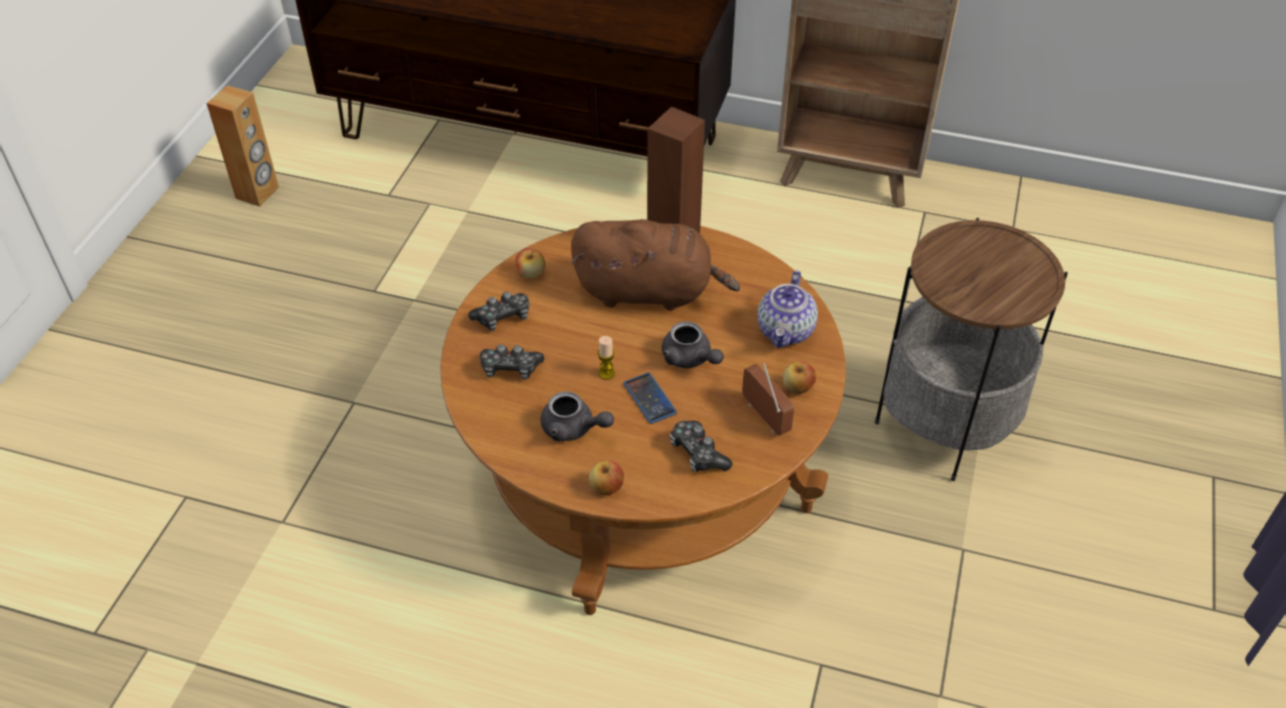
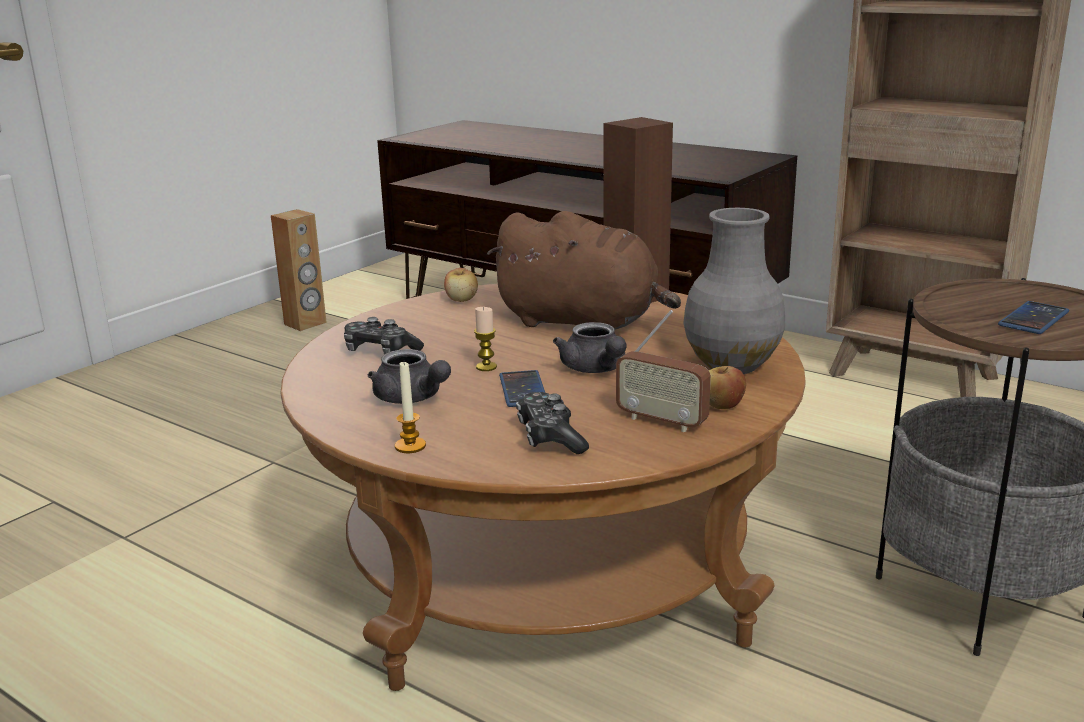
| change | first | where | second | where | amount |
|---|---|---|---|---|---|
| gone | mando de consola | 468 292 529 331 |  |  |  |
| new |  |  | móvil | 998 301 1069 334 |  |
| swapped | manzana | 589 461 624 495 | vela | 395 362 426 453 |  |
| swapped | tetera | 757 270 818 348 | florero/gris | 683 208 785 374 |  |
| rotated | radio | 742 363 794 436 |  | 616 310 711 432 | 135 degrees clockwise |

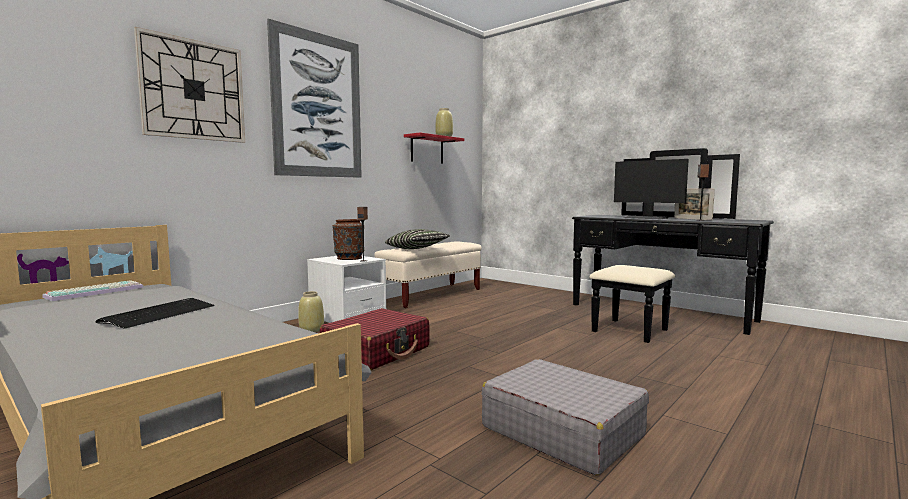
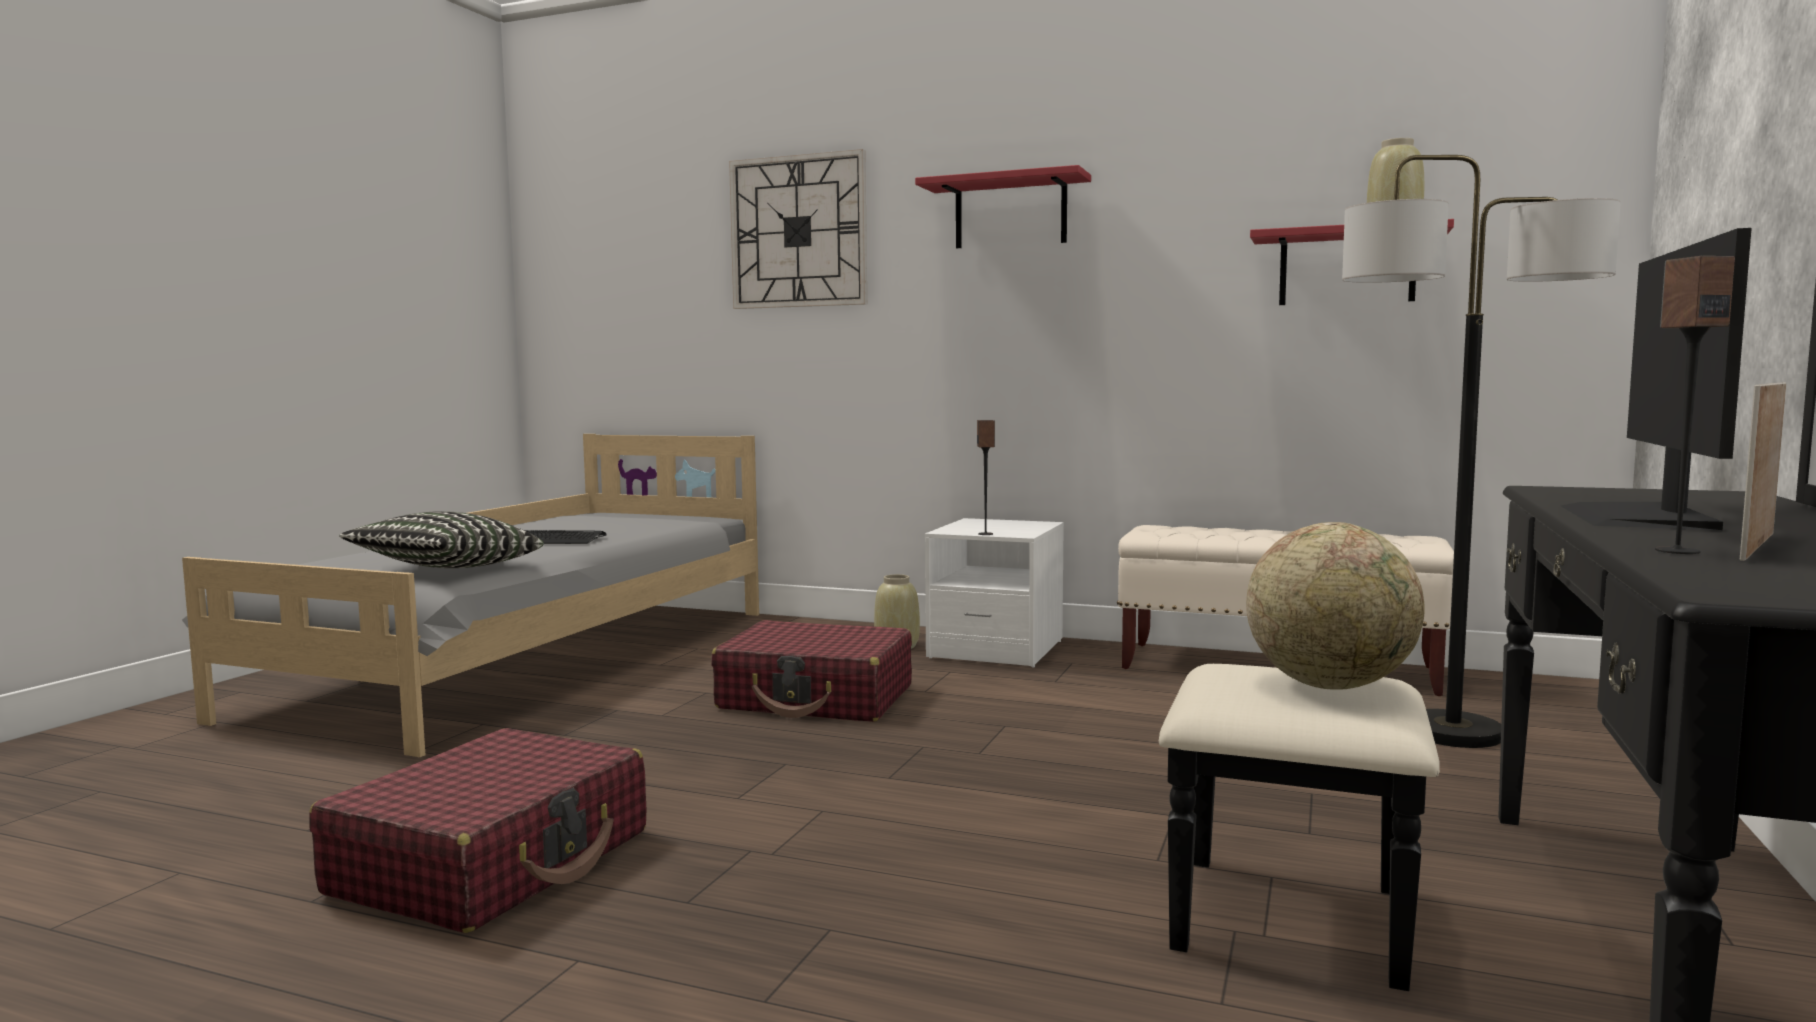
| change | first | where | second | where | amount |
|---|---|---|---|---|---|
| gone | teclado | 42 280 144 301 |  |  |  |
| gone | florero/marrón | 332 219 363 260 |  |  |  |
| new |  |  | globo terráqueo | 1246 522 1425 690 |  |
| new |  |  | lámpara de pie | 1342 155 1621 748 |  |
| shifted | cojín | 385 229 450 249 |  | 339 511 544 568 |  |
| swapped | cuadro | 267 18 362 178 | estante/rojo | 915 165 1091 248 |  |
| repainted | maleta/gris | 482 359 649 475 | maleta/rojo | 309 728 646 933 |  |

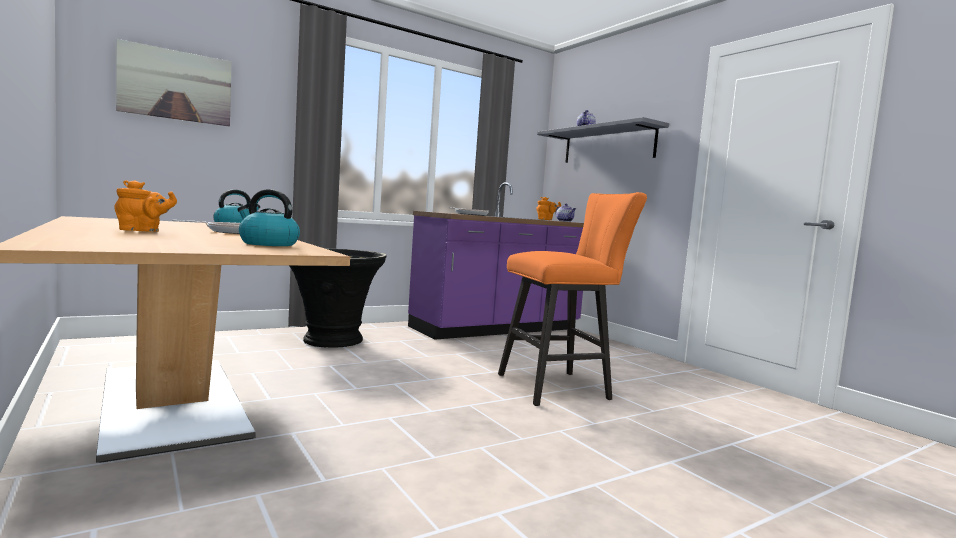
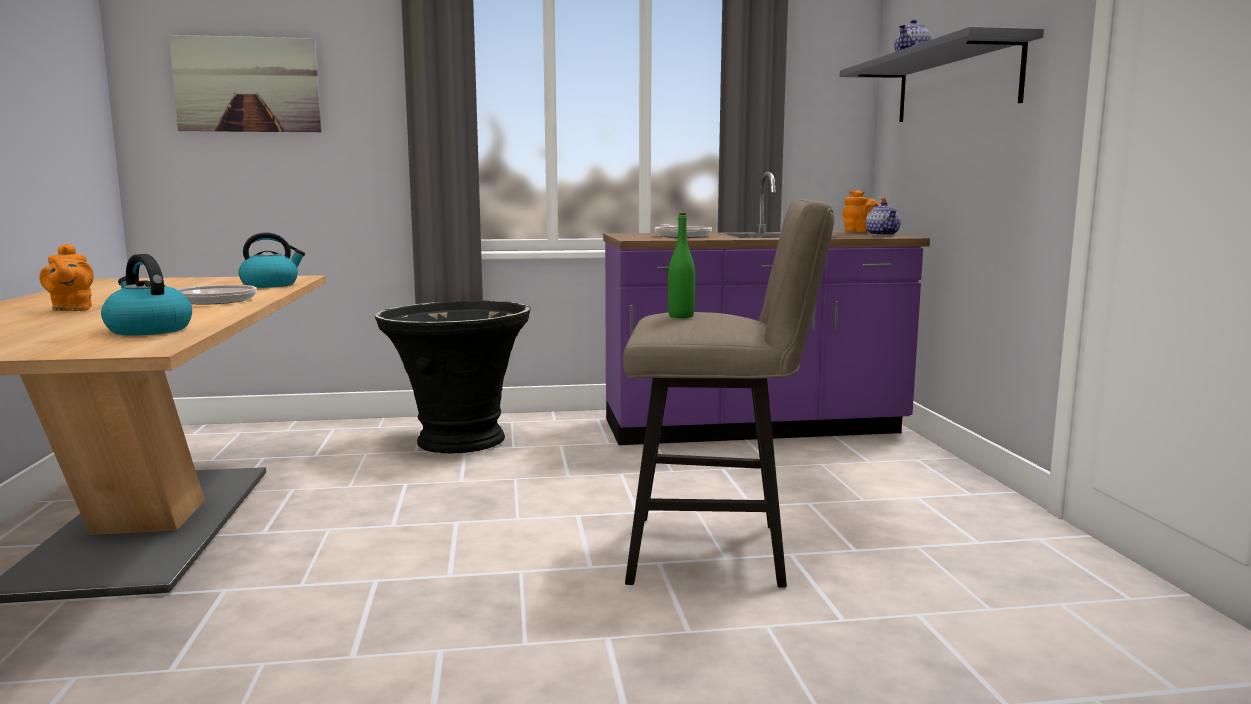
| change | first | where | second | where | amount |
|---|---|---|---|---|---|
| new |  |  | botella/verde | 668 213 695 318 |  |
| repainted | taburete/naranja | 498 192 647 406 | taburete/beis | 623 198 834 587 |  |
| rotated | tetera/naranja | 114 180 177 232 |  | 39 244 94 311 | 60 degrees clockwise |

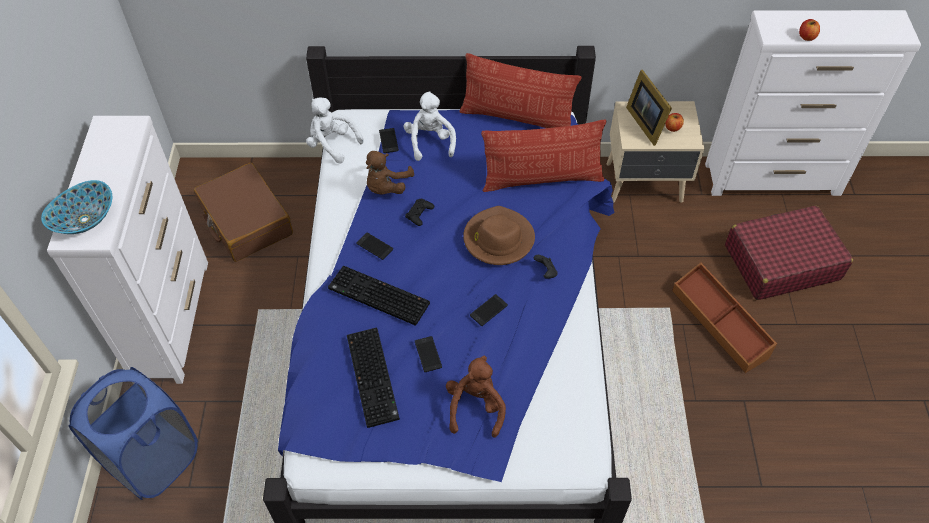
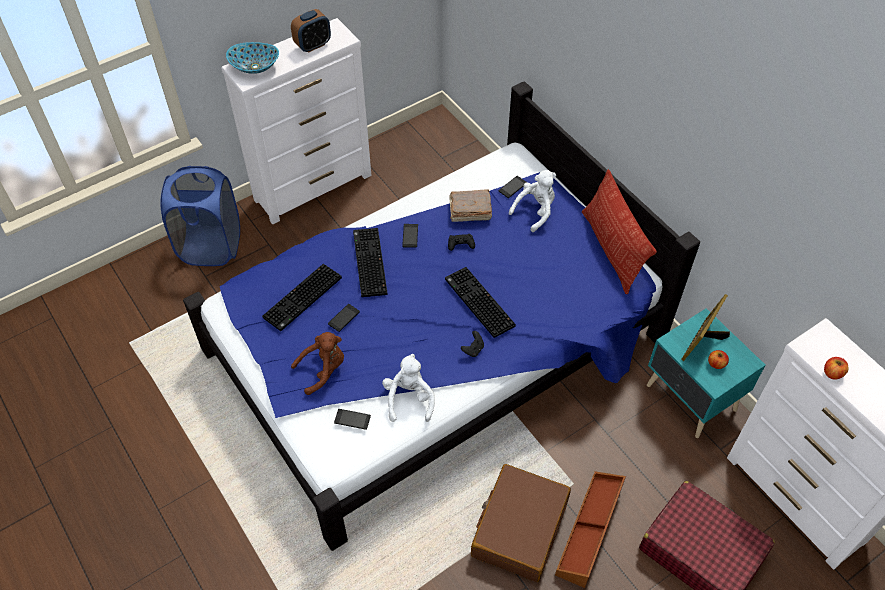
| change | first | where | second | where | amount |
|---|---|---|---|---|---|
| gone | cojín | 481 120 606 192 |  |  |  |
| new |  |  | despertador | 291 9 331 53 |  |
| shifted | maleta/marrón | 194 163 293 262 |  | 471 464 571 582 |  |
| shifted | peluche/blanco | 306 97 364 163 |  | 382 353 435 422 |  |
| shifted | móvil | 470 294 508 326 |  | 334 409 371 430 |  |
| swapped | peluche/marrón | 366 151 414 195 | libro/marrón | 449 189 492 222 |  |
| swapped | sombrero/marrón | 463 206 535 265 | teclado | 445 267 516 338 |  |
| repainted | mesita de noche/beis | 606 101 705 203 | mesita de noche/turquesa | 647 308 765 438 |  |

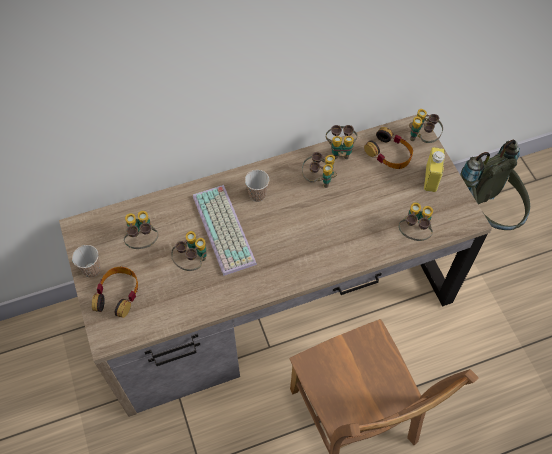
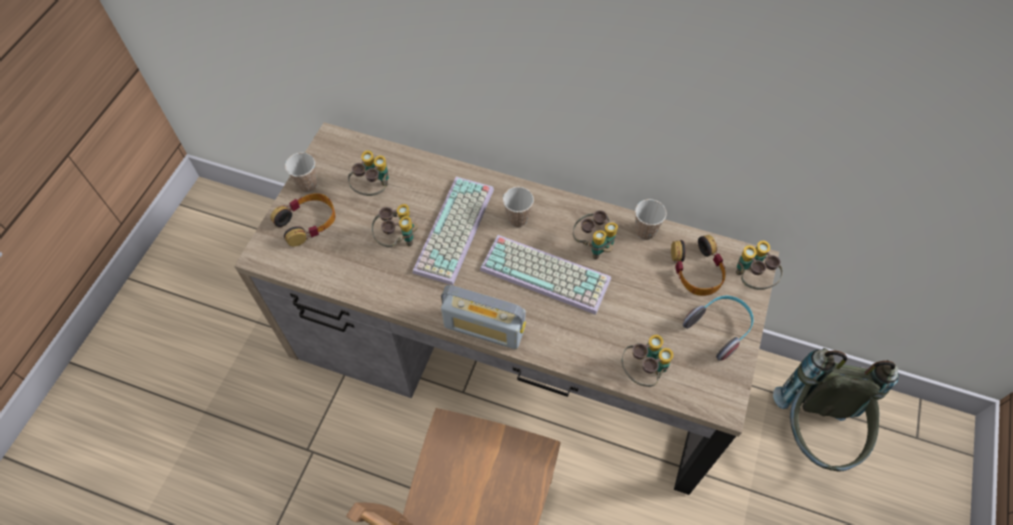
| change | first | where | second | where | amount |
|---|---|---|---|---|---|
| new |  |  | radio | 441 285 526 349 |  |
| new |  |  | teclado | 480 235 611 315 |  |
| swapped | prismáticos | 326 125 357 159 | taza | 635 199 667 240 |  |
| swapped | botella/amarillo | 424 147 445 192 | auriculares | 683 296 754 361 |  |

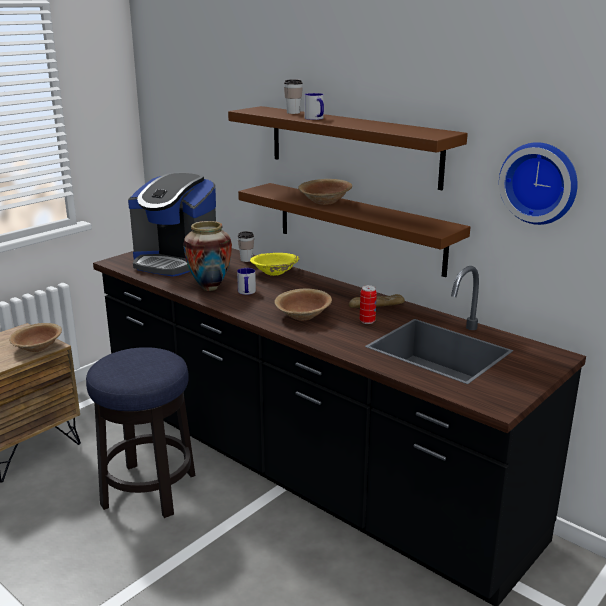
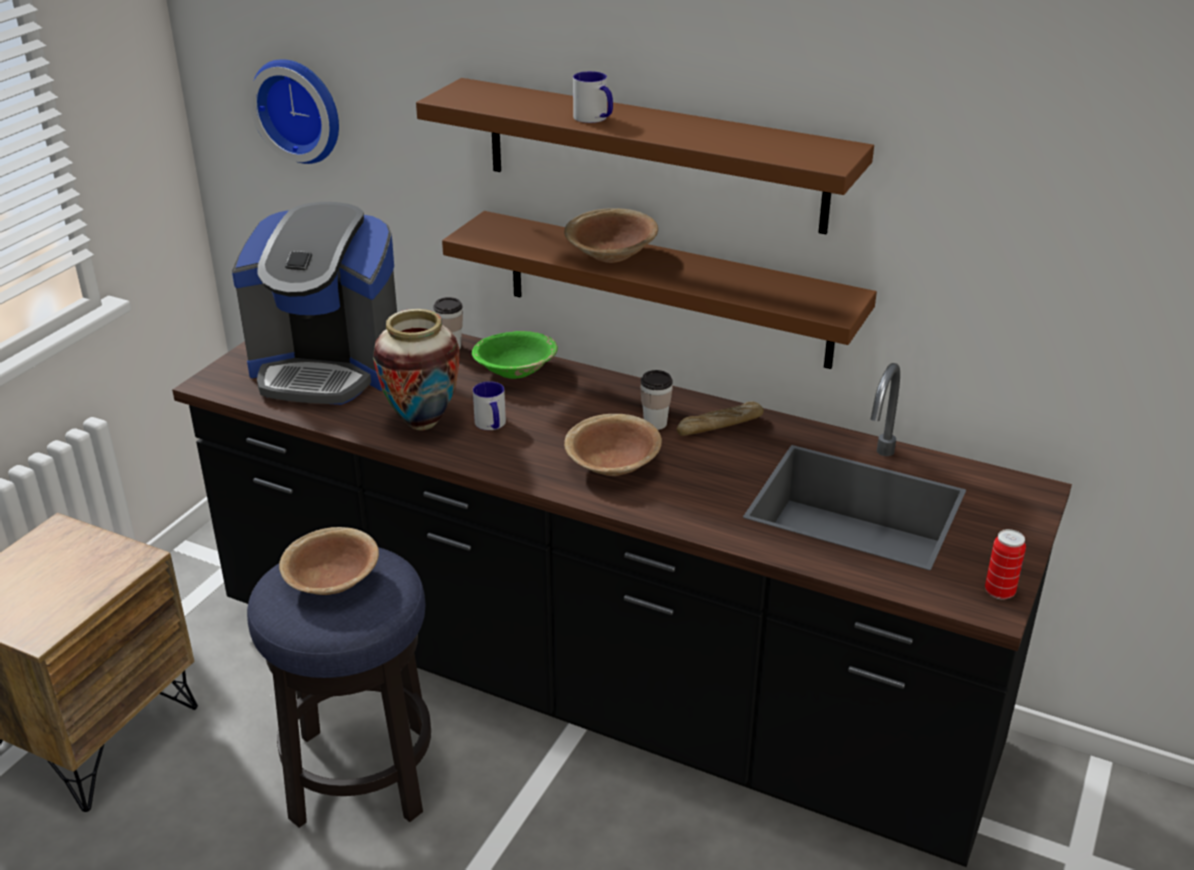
| change | first | where | second | where | amount |
|---|---|---|---|---|---|
| shifted | cuenco/marrón | 9 323 62 352 |  | 279 527 379 595 |  |
| shifted | taza | 284 80 303 114 |  | 640 370 673 430 |  |
| shifted | lata | 360 285 377 324 |  | 985 529 1026 600 |  |
| shifted | reloj de pared | 499 142 578 225 |  | 249 59 339 164 |  |
| repainted | cuenco/amarillo | 250 253 299 276 | cuenco/verde | 472 331 558 379 |  |

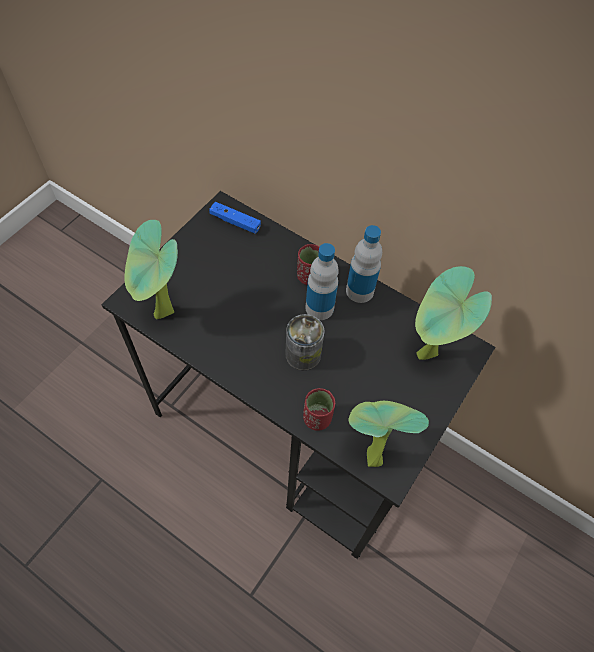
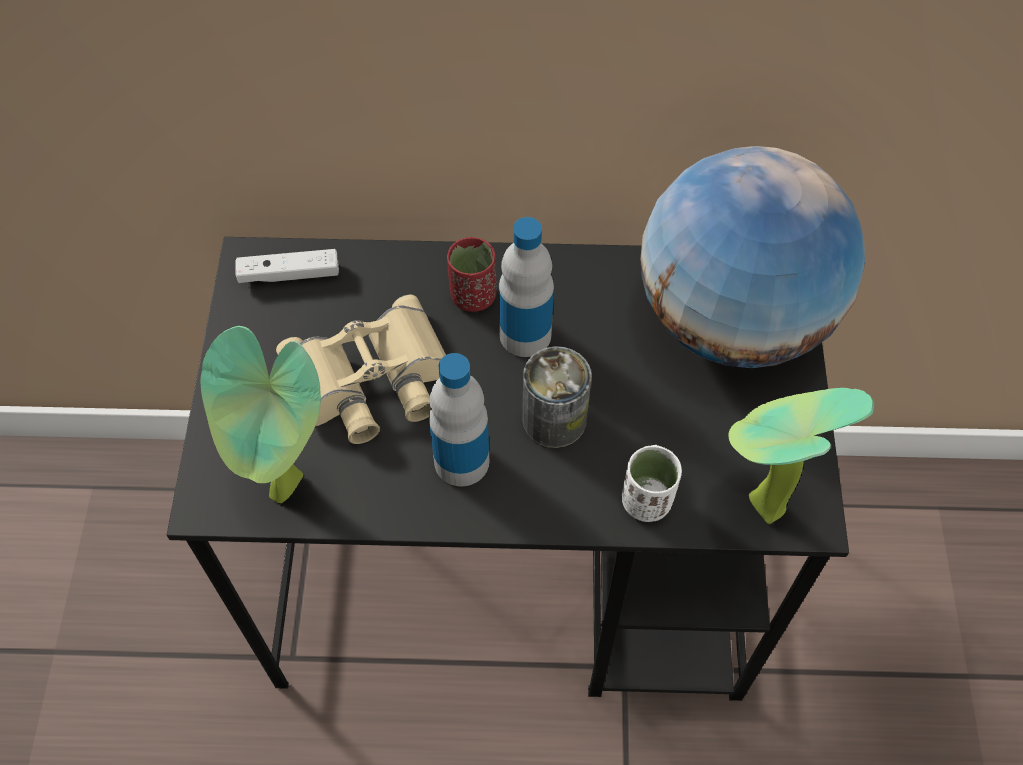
| change | first | where | second | where | amount |
|---|---|---|---|---|---|
| new |  |  | prismáticos/beis | 276 295 446 444 |  |
| shifted | botella | 346 225 382 303 |  | 429 353 489 487 |  |
| swapped | planta en maceta | 415 266 492 360 | globo terráqueo | 641 146 865 368 |  |
| repainted | mando de consola/azul | 209 202 261 234 | mando de consola/blanco | 235 249 339 283 |  |
| repainted | taza/rojo | 303 388 335 431 | taza/blanco | 622 445 682 522 |  |

